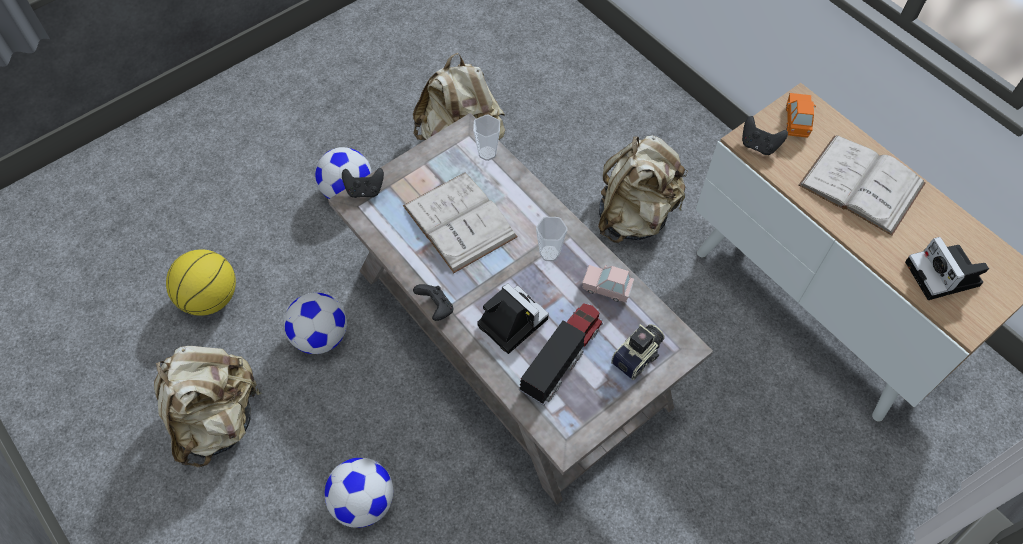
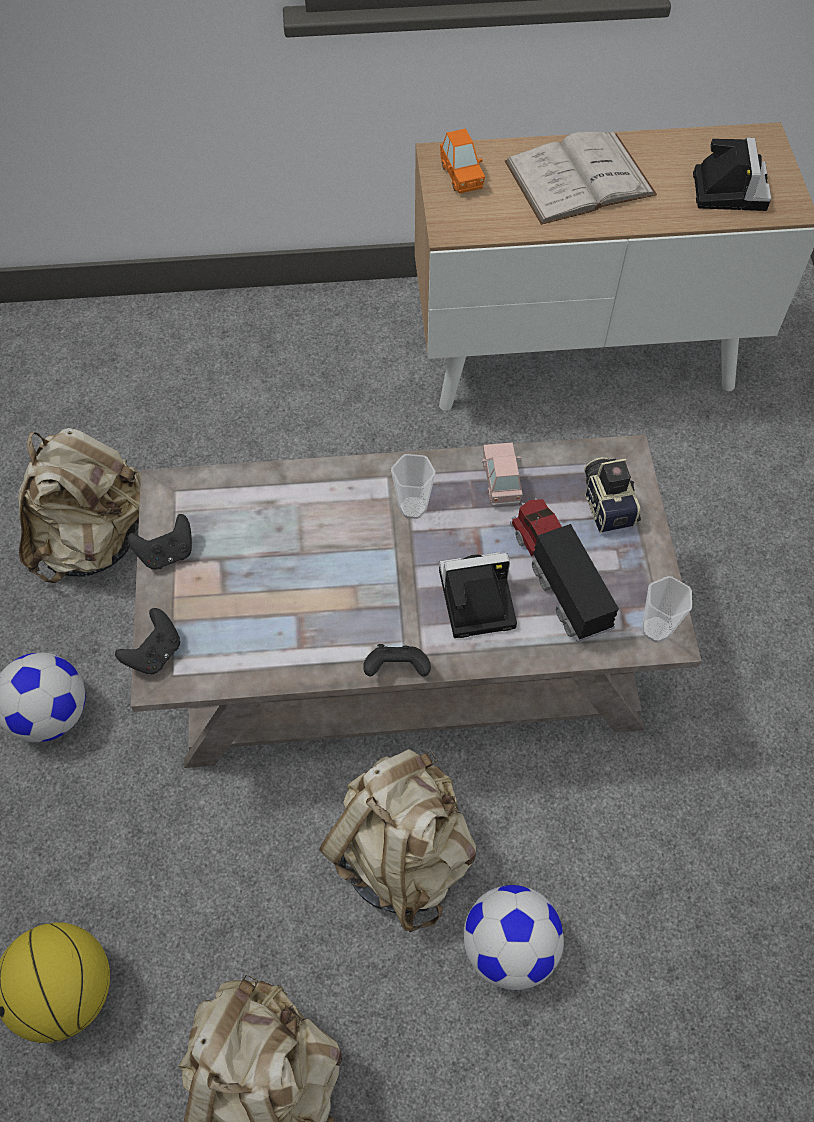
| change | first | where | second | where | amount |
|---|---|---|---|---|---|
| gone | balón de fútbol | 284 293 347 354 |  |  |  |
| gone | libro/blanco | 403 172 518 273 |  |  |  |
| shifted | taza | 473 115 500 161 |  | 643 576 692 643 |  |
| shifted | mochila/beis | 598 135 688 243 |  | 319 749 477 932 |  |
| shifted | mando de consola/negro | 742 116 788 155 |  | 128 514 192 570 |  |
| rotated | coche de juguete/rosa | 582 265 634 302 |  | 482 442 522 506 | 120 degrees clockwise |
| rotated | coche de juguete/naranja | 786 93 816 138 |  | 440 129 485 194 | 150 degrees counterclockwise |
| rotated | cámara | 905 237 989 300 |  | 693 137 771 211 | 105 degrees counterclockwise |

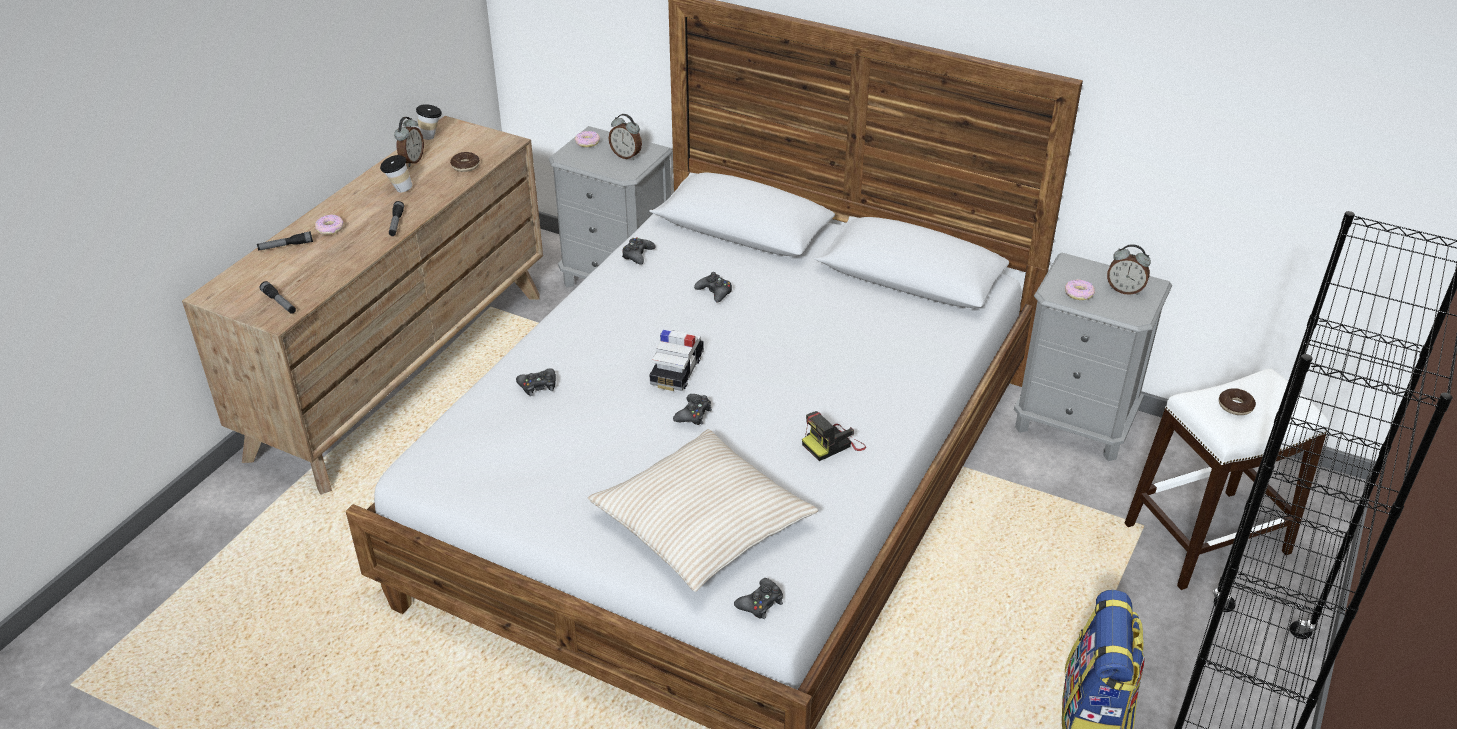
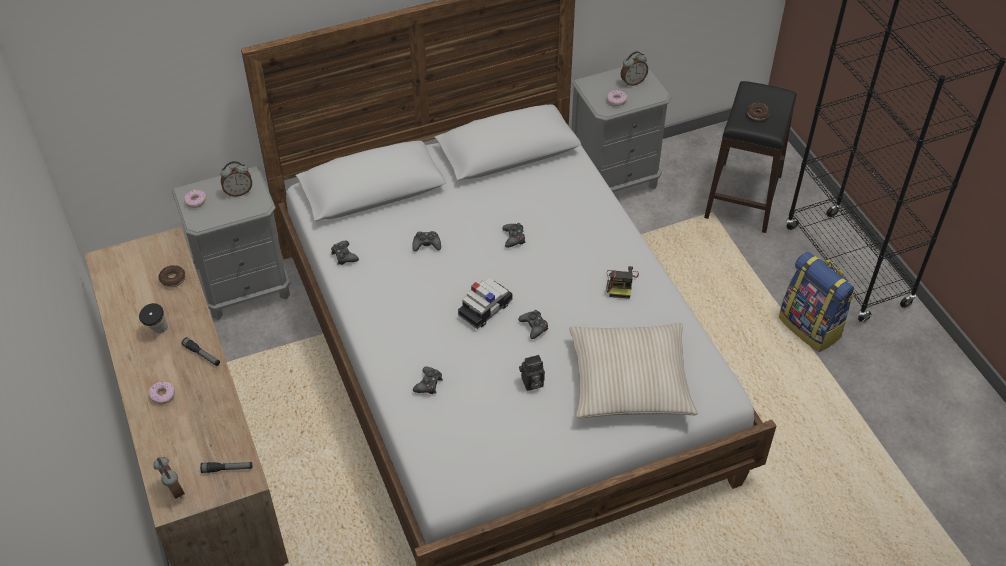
| change | first | where | second | where | amount |
|---|---|---|---|---|---|
| gone | linterna | 257 231 313 251 |  |  |  |
| gone | taza | 416 104 442 140 |  |  |  |
| new |  |  | cámara | 519 355 545 391 |  |
| shifted | despertador | 394 117 424 167 |  | 153 457 185 499 |  |
| shifted | mando de consola/negro | 734 578 783 619 |  | 503 223 525 248 |  |
| repainted | taburete/blanco | 1125 369 1330 590 | taburete/negro | 704 81 797 233 |  |
| rotated | coche de juguete | 650 330 704 391 |  | 458 278 513 329 | 105 degrees counterclockwise |

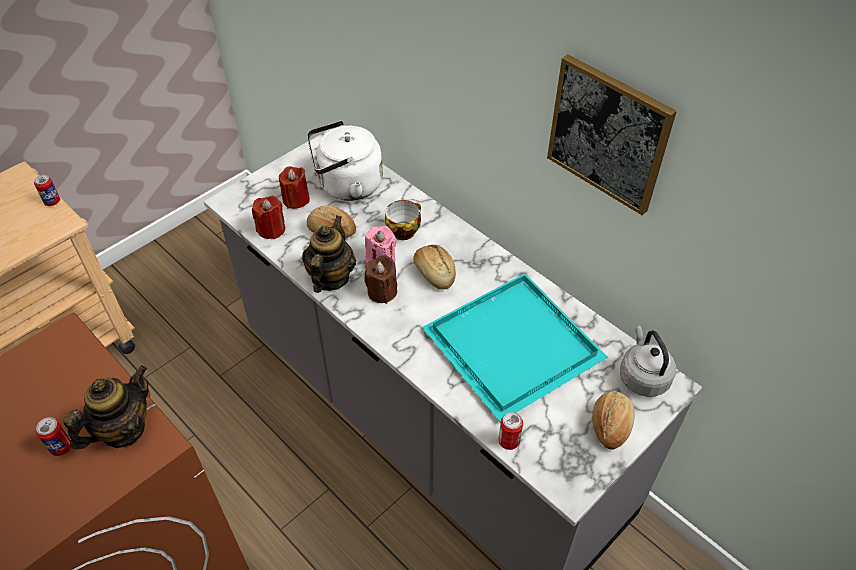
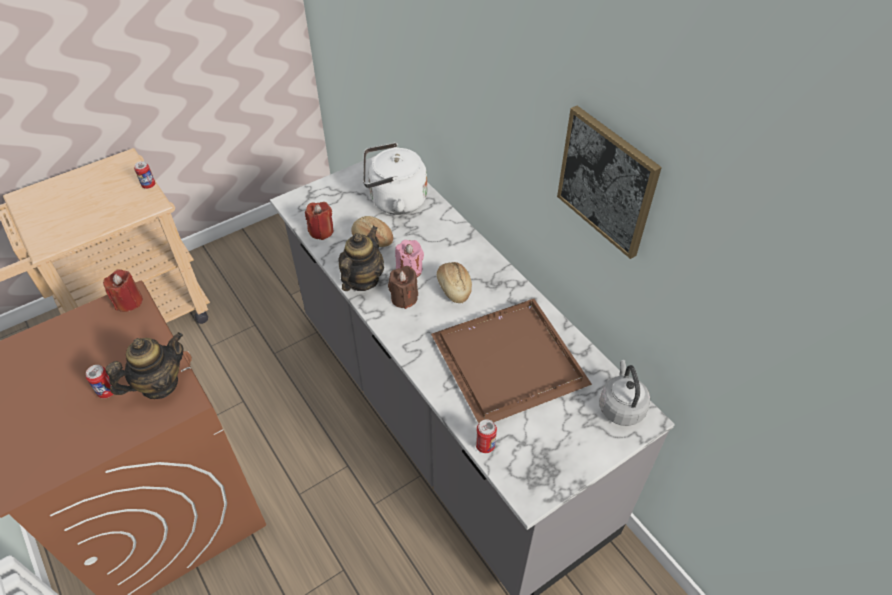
| change | first | where | second | where | amount |
|---|---|---|---|---|---|
| gone | taza | 385 200 421 240 |  |  |  |
| gone | pan | 592 391 635 450 |  |  |  |
| shifted | vela/rojo | 279 166 310 209 |  | 103 269 143 312 |  |
| repainted | bandeja/turquesa | 422 273 608 422 | bandeja/marrón | 431 299 592 423 |  |

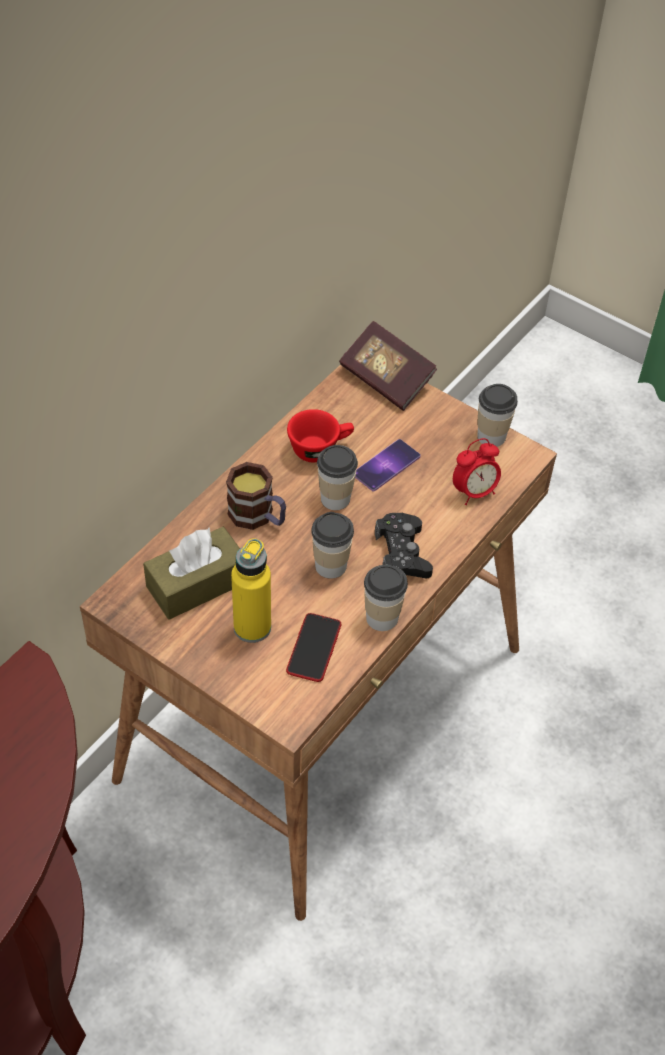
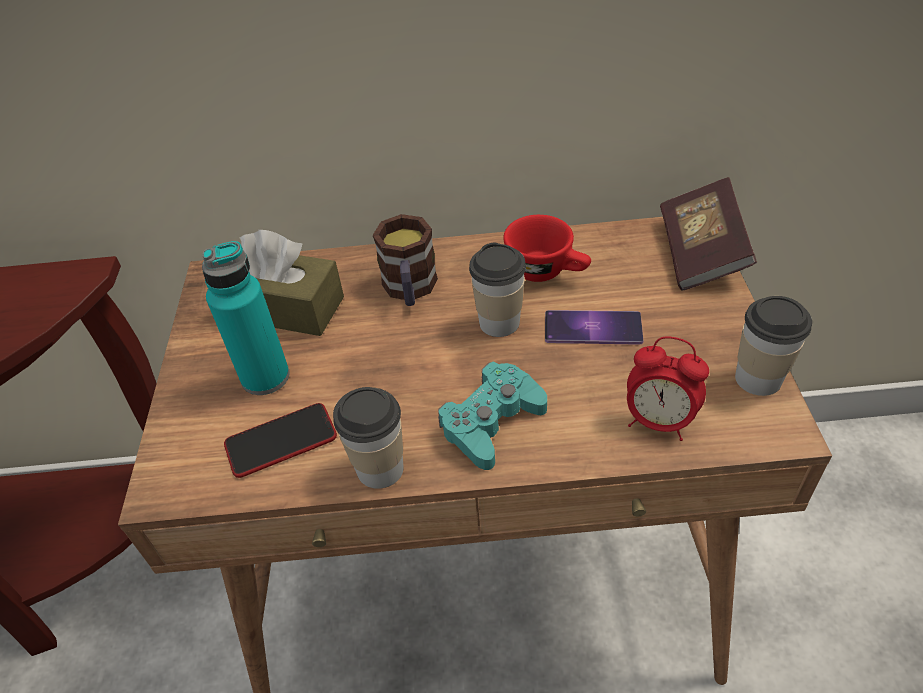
| change | first | where | second | where | amount |
|---|---|---|---|---|---|
| gone | taza | 311 512 354 579 |  |  |  |
| repainted | botella/amarillo | 231 538 271 643 | botella/turquesa | 202 241 290 395 |  |
| repainted | mando de consola/negro | 375 513 433 578 | mando de consola/turquesa | 438 362 547 470 |  |

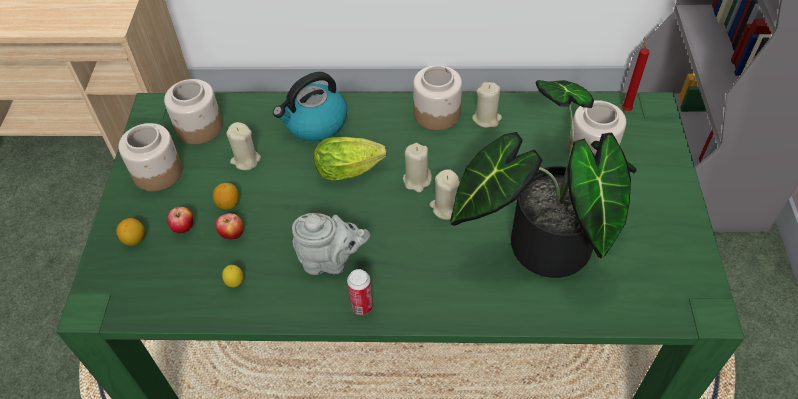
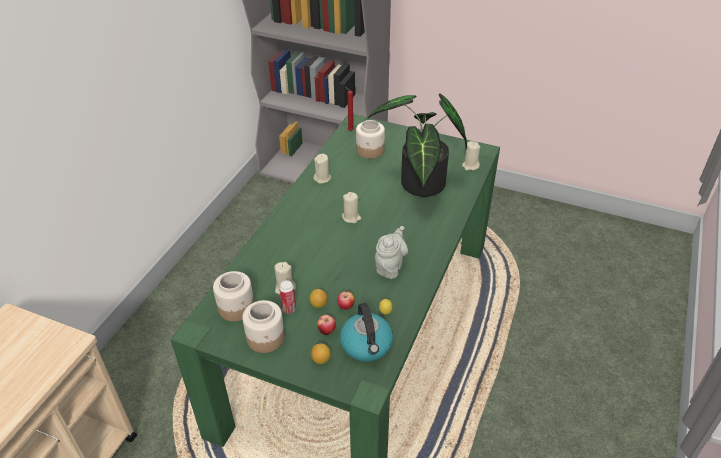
| change | first | where | second | where | amount |
|---|---|---|---|---|---|
| gone | lechuga | 314 137 387 181 |  |  |  |
| gone | tarro | 413 65 462 130 |  |  |  |
| shifted | hervidor | 273 72 347 141 |  | 340 303 393 362 |  |
| shifted | lata | 347 269 373 315 |  | 279 280 296 313 |  |
| shifted | vela/beis | 430 169 460 220 |  | 462 141 480 170 |  |

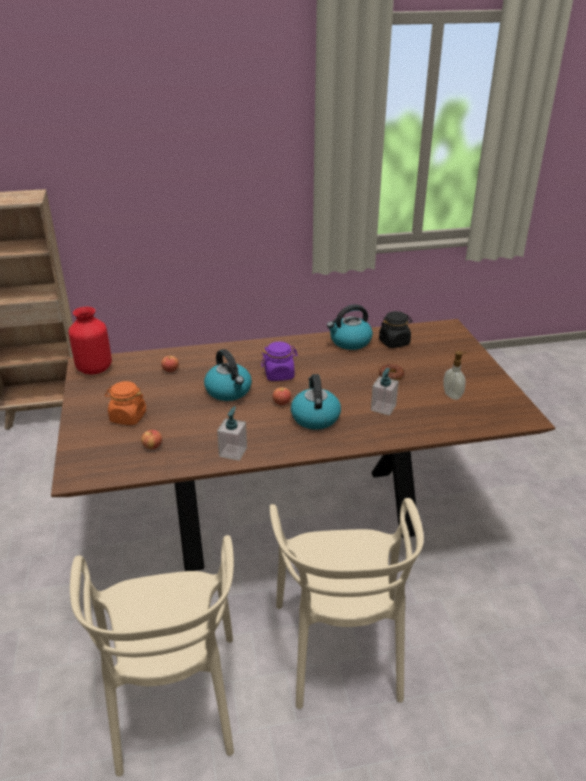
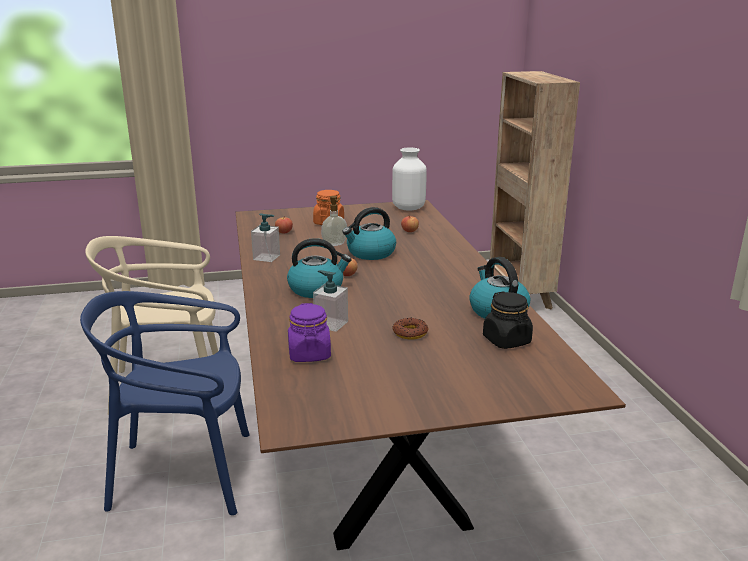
| change | first | where | second | where | amount |
|---|---|---|---|---|---|
| shifted | tarro/morado | 261 342 298 381 |  | 288 303 331 362 |  |
| shifted | dispensador de jabón | 443 351 466 400 |  | 321 196 347 246 |  |
| repainted | florero/rojo | 69 307 112 375 | florero/blanco | 392 147 427 211 |  |
| repainted | silla/beis | 270 498 424 709 | silla/azul | 80 291 249 515 |  |

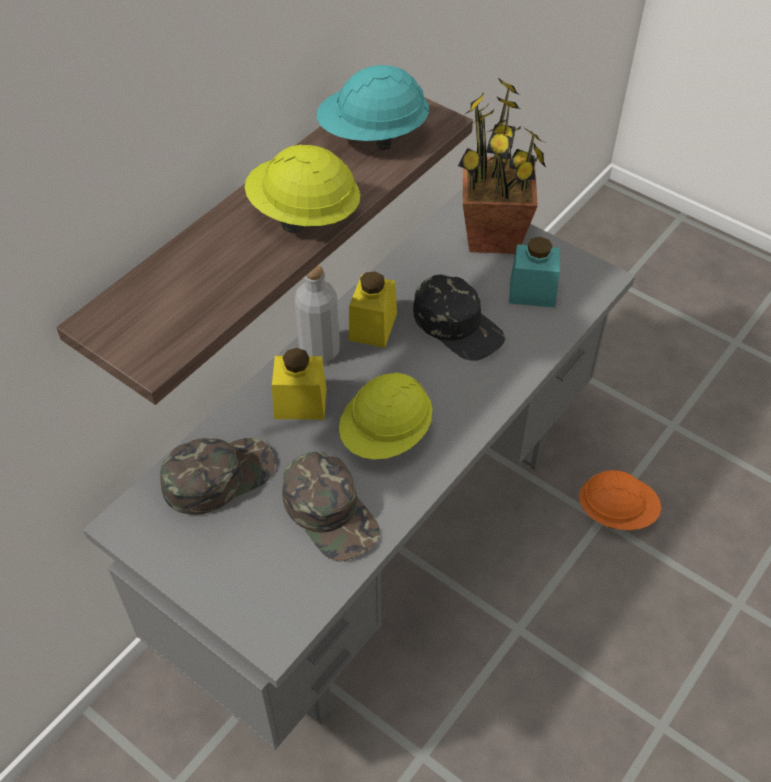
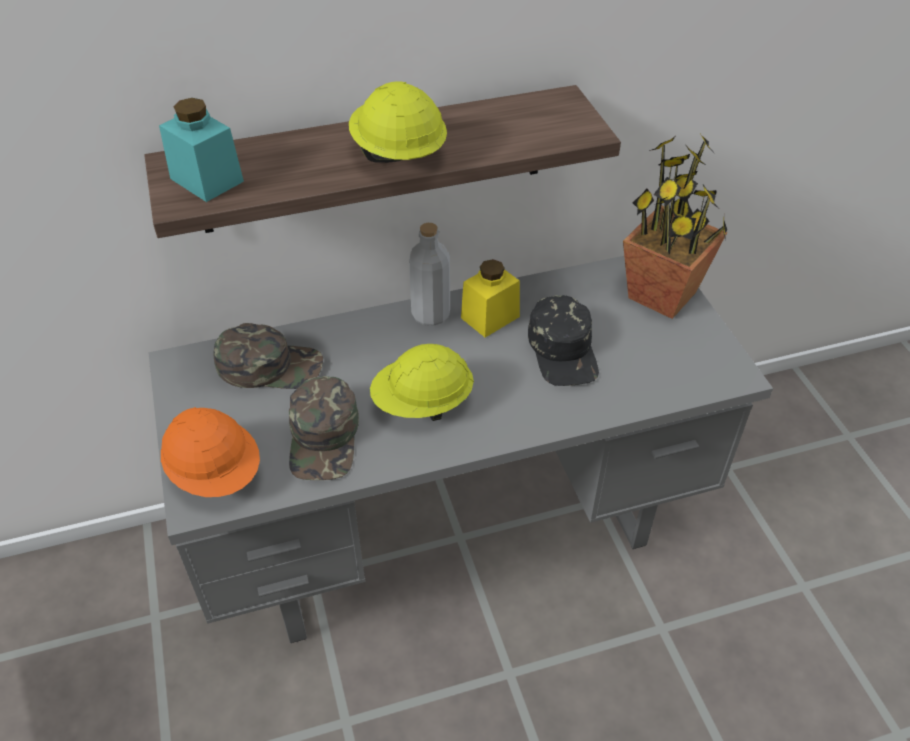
| change | first | where | second | where | amount |
|---|---|---|---|---|---|
| gone | tarro/amarillo | 272 348 327 420 |  |  |  |
| gone | casco/turquesa | 317 65 429 150 |  |  |  |
| shifted | tarro/turquesa | 509 237 560 307 |  | 159 98 244 202 |  |
| shifted | casco/naranja | 579 470 661 530 |  | 161 407 260 497 |  |

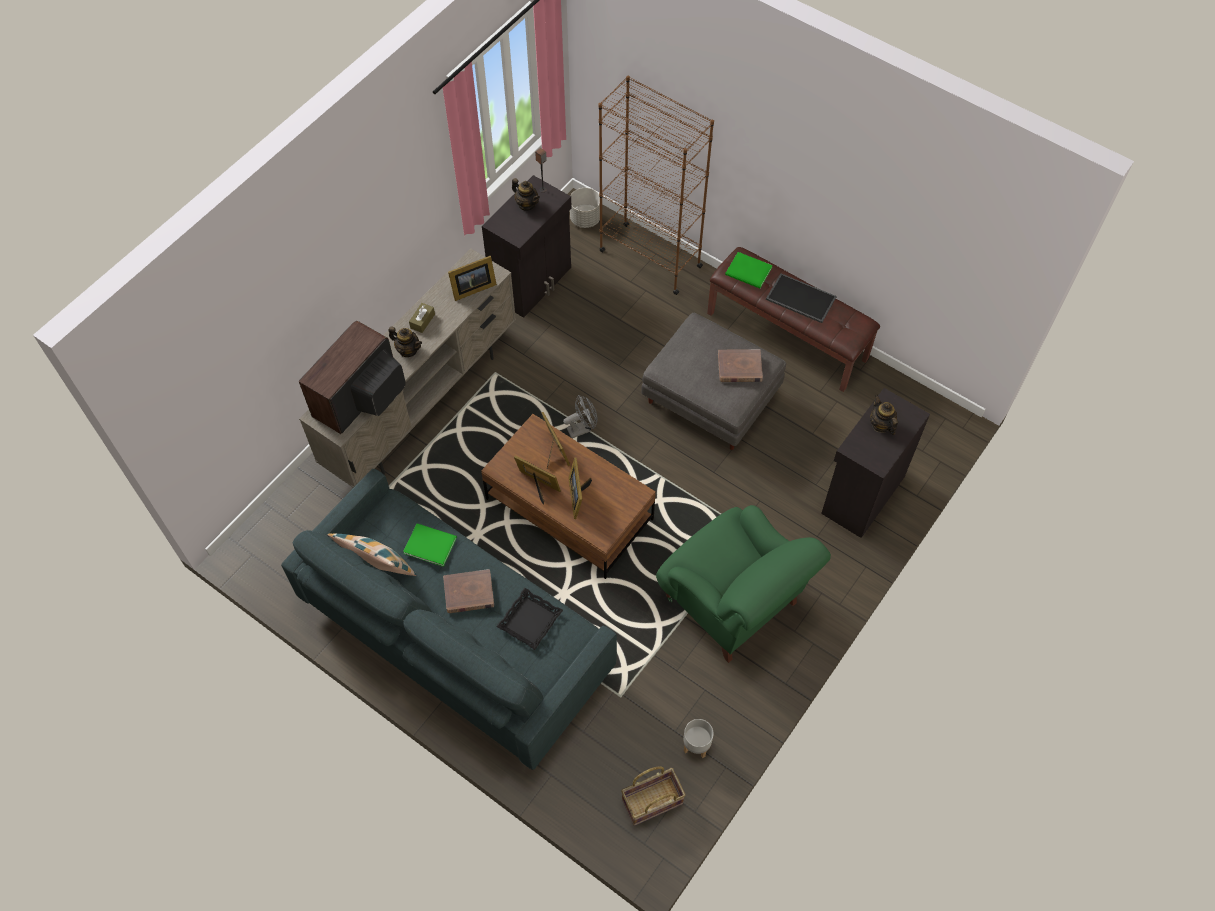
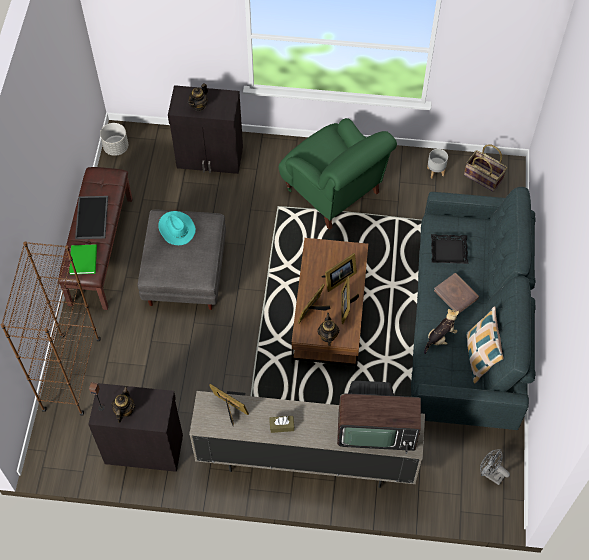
| change | first | where | second | where | amount |
|---|---|---|---|---|---|
| shifted | tetera | 389 326 422 357 |  | 317 313 340 346 |  |
| shifted | ventilador/gris | 563 395 598 438 |  | 480 449 510 485 |  |
| shifted | maceta/gris | 570 188 600 228 |  | 100 123 128 156 |  |
| swapped | libro/verde | 403 523 457 567 | peluche | 424 309 459 354 |  |
| swapped | libro/marrón | 718 349 763 382 | sombrero/turquesa | 159 211 196 245 |  |
| rotated | sillón/verde | 656 505 831 663 |  | 279 118 397 230 | 120 degrees clockwise |

